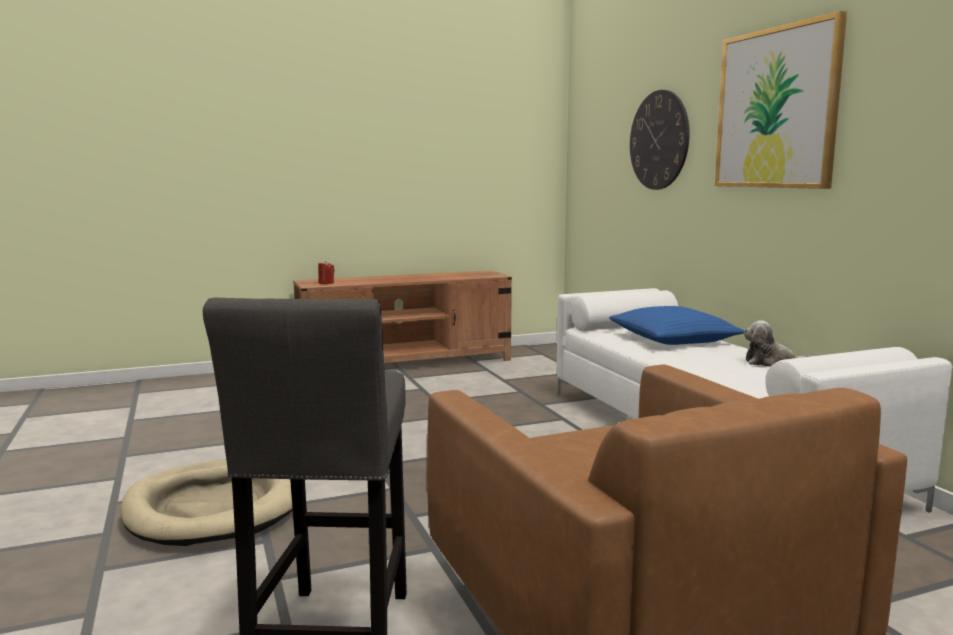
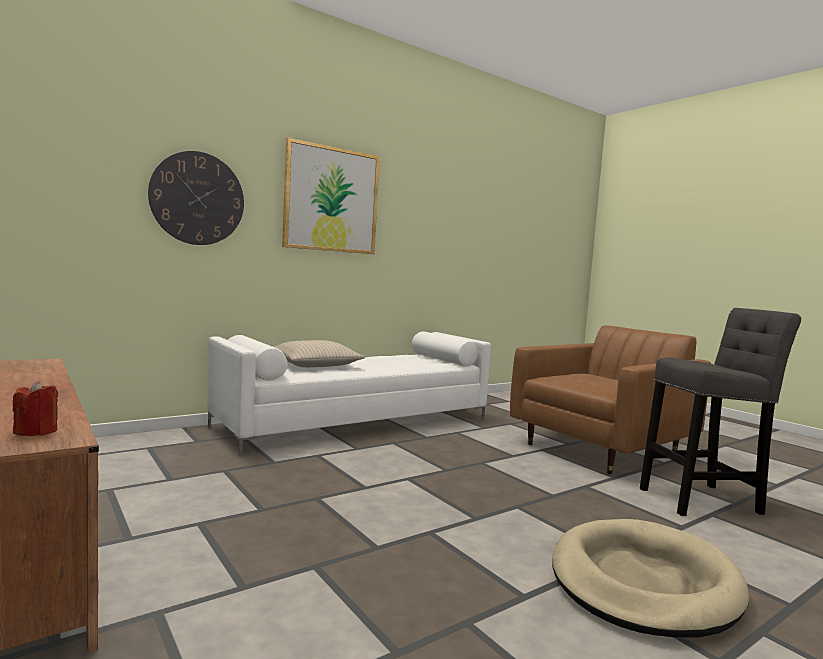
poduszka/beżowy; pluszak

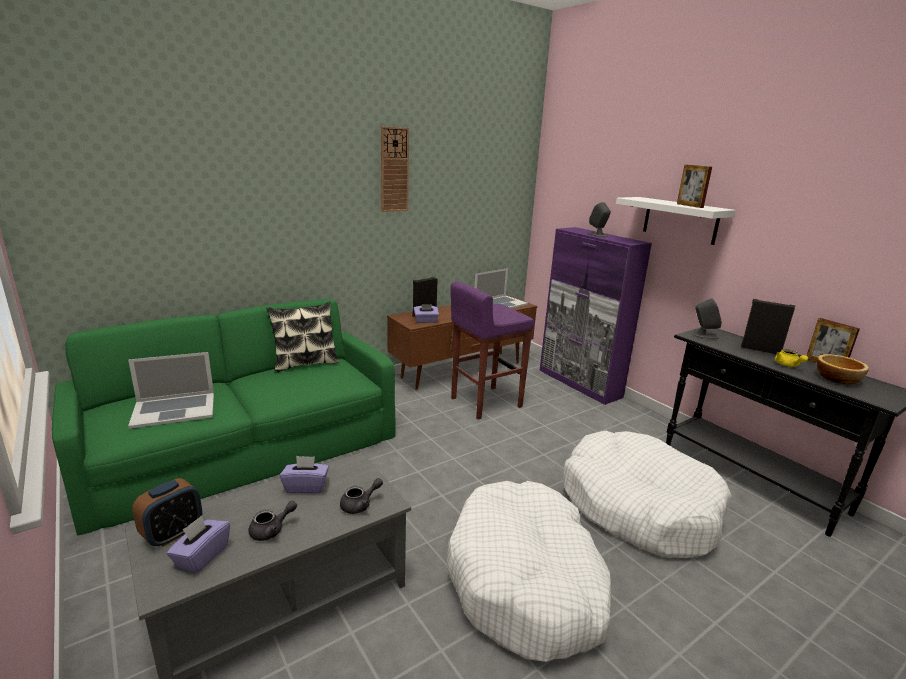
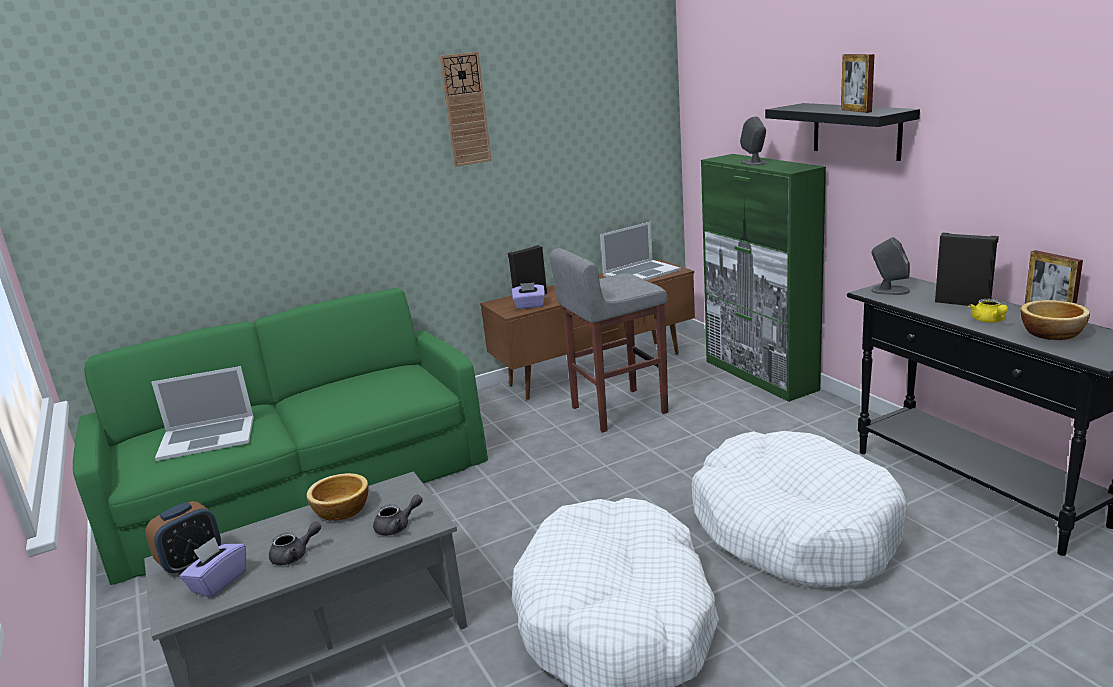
półka/czarny; szafka/zielony; stołek/szary; poduszka; miska (no. 1 from left)

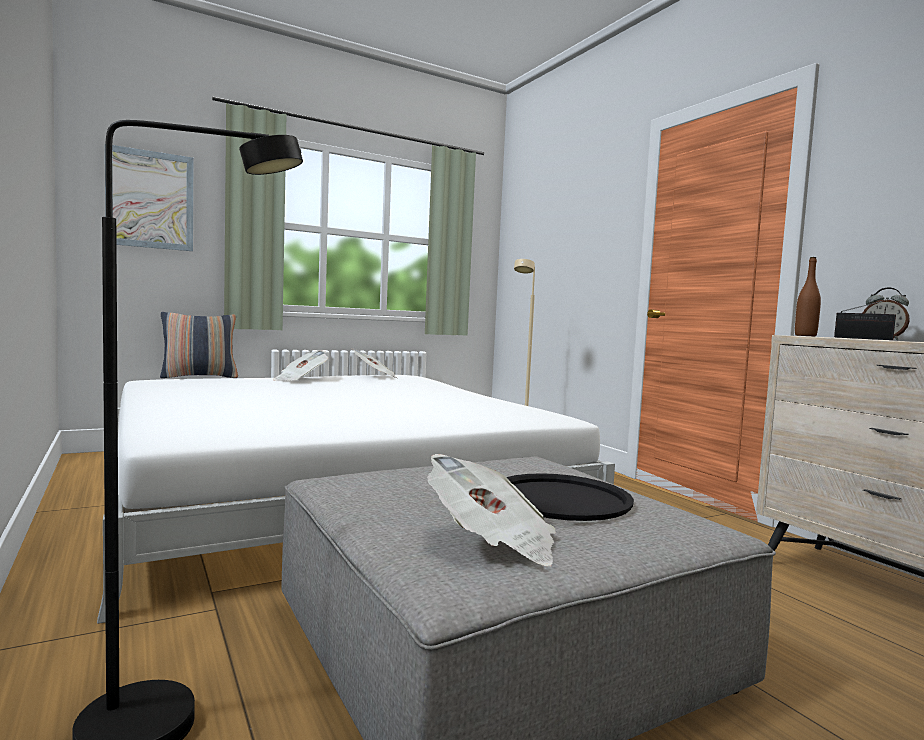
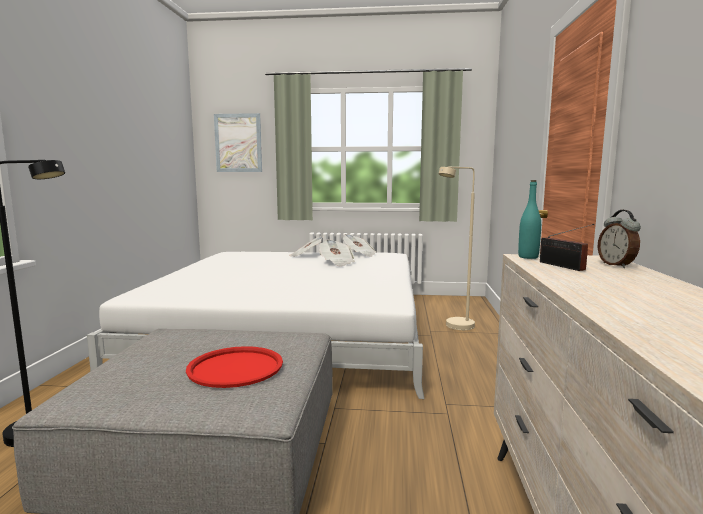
butelka/turkusowy; poduszka; gazeta (no. 2 from left); taca/czerwony

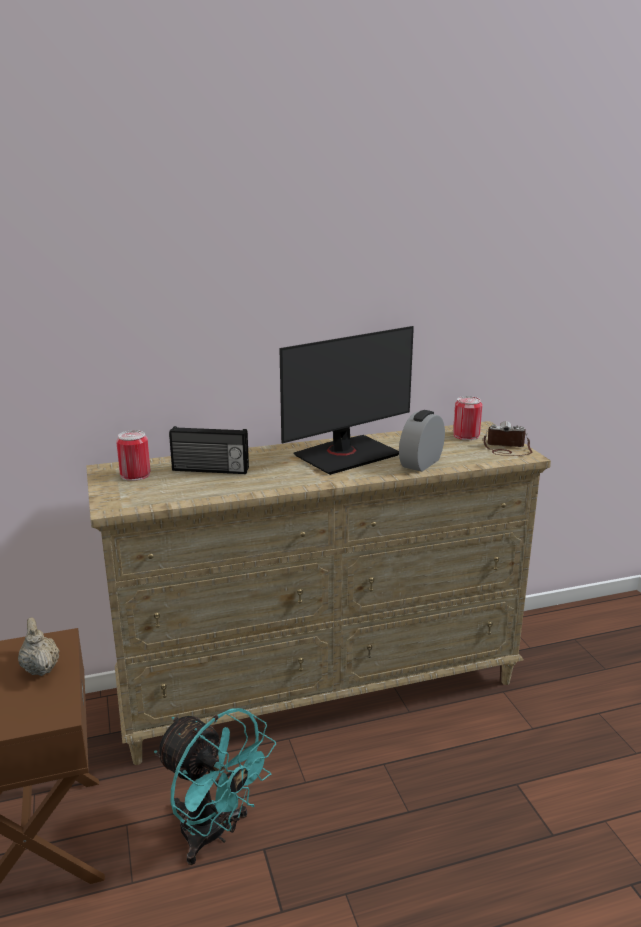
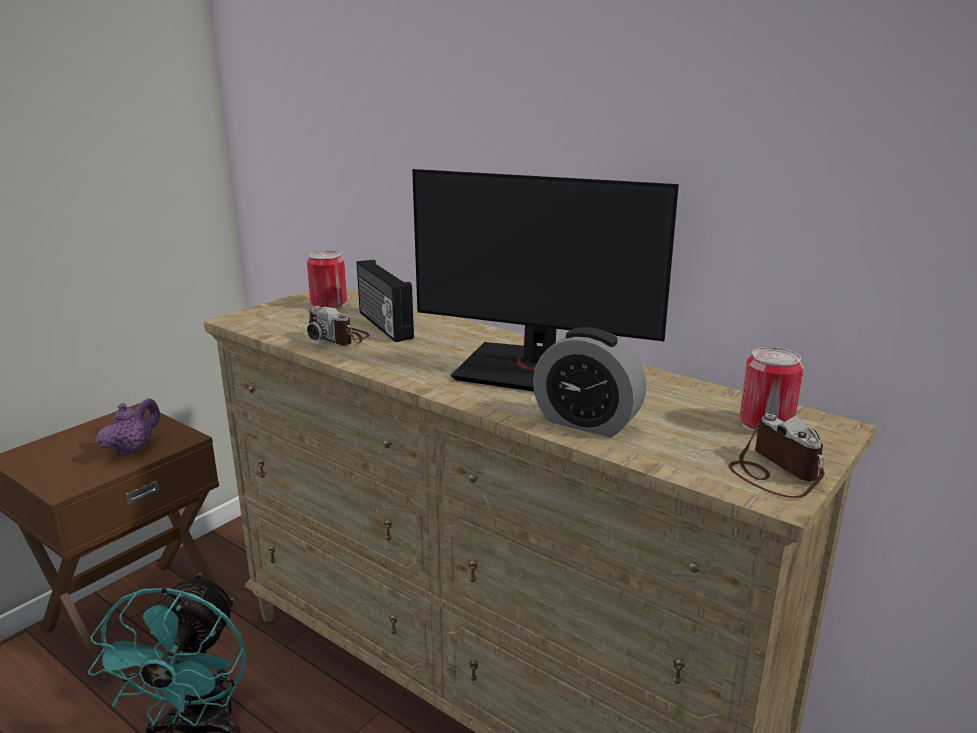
budzik; imbryk/fioletowy; aparat fotograficzny (no. 1 from left)

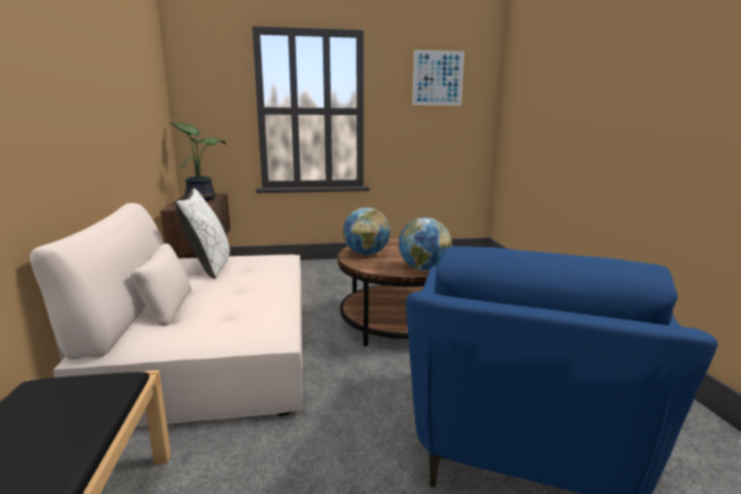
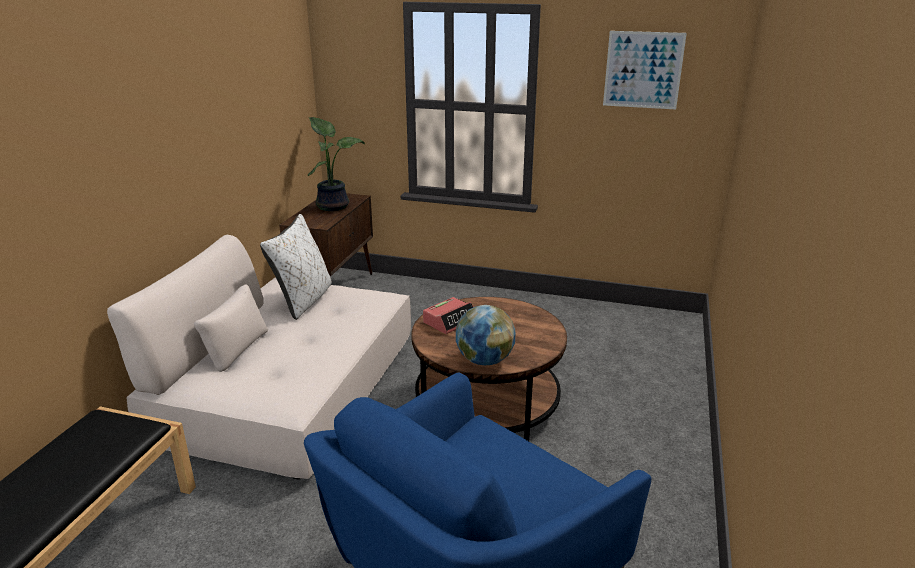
budzik

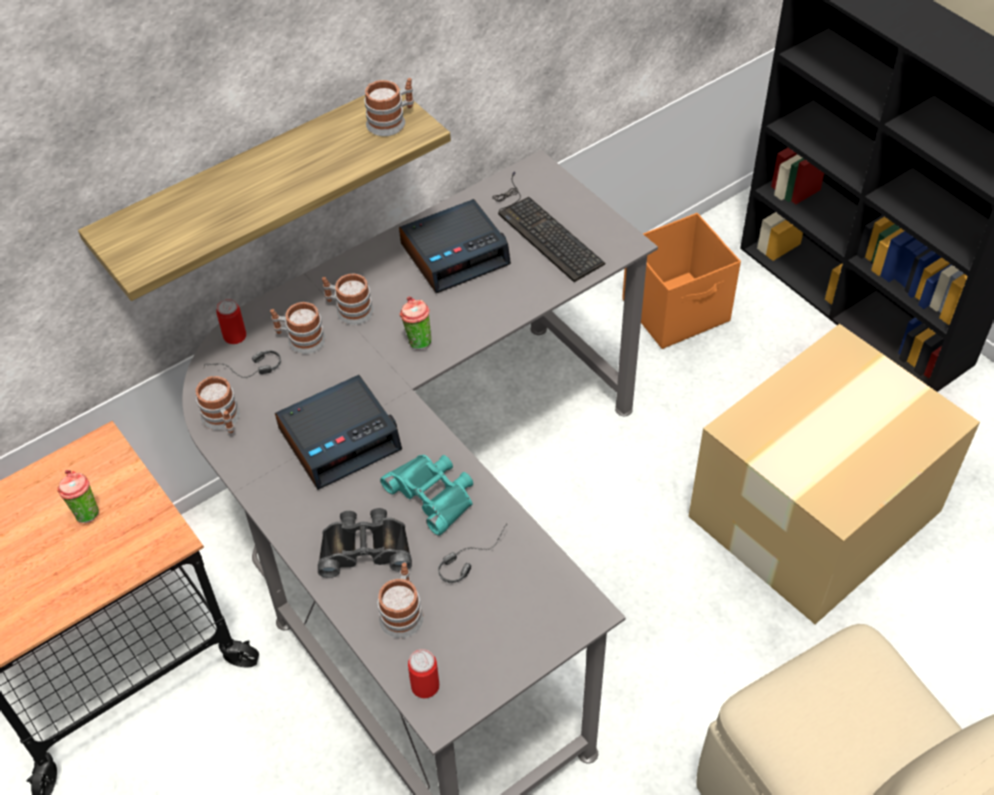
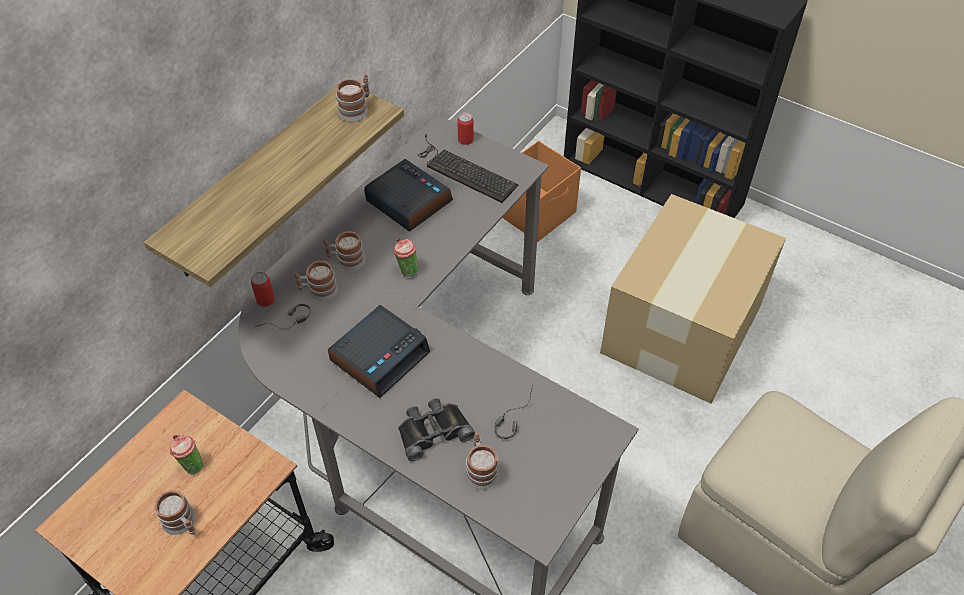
budzik (no. 2 from left); kubek (no. 1 from left); lornetka/turkusowy; puszka (no. 2 from left)

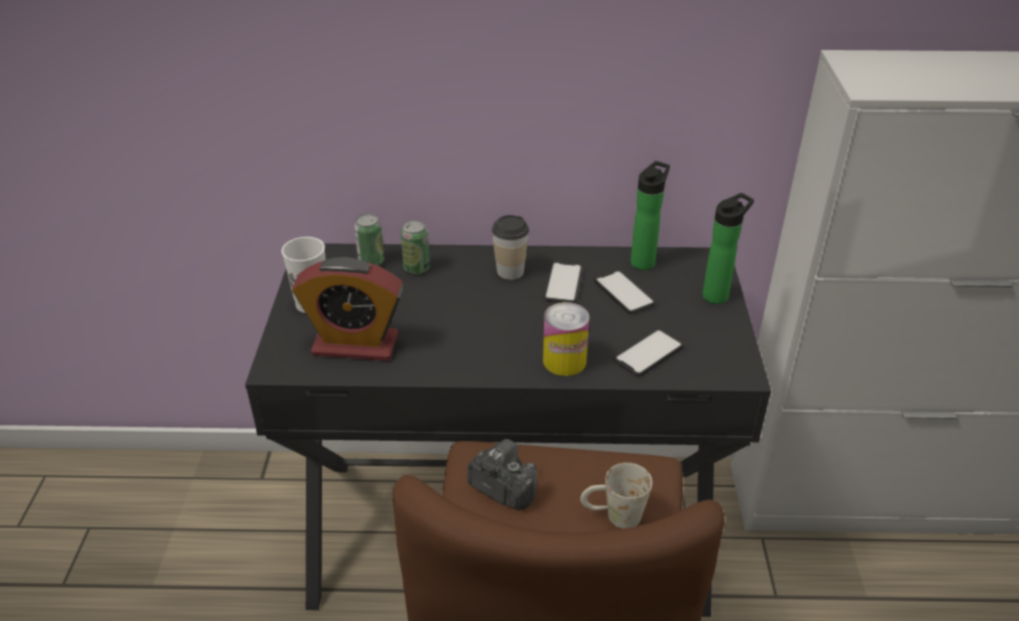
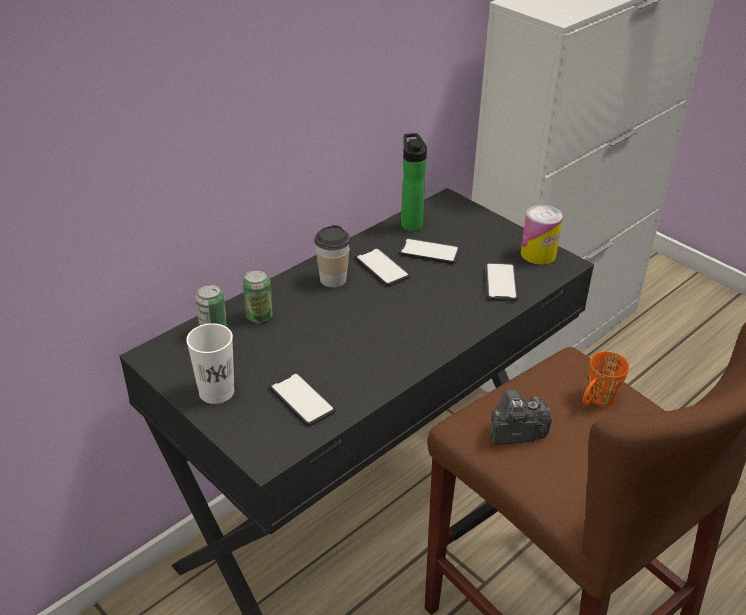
butelka (no. 2 from left in the first image); telefon (no. 1 from left); puszka (no. 3 from left); kubek/pomarańczowy

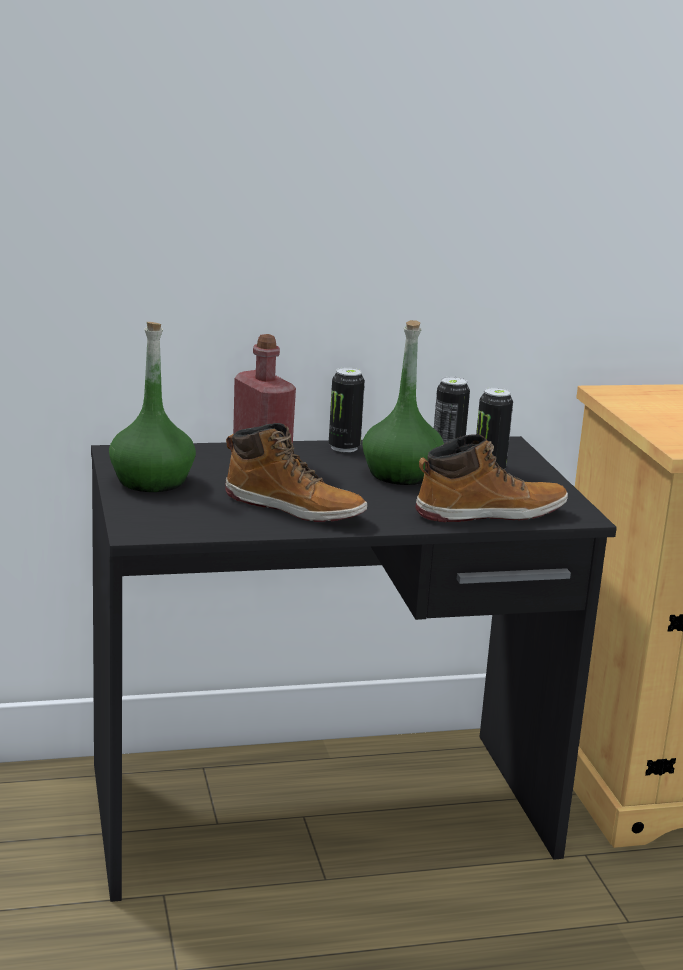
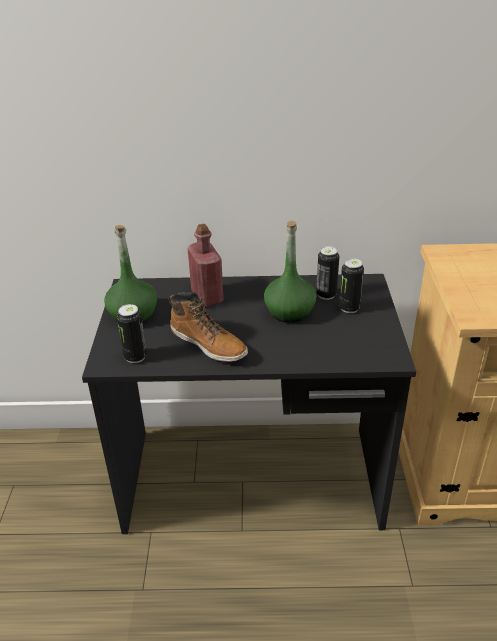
puszka (no. 1 from left); but z cholewką (no. 2 from left in the first image)

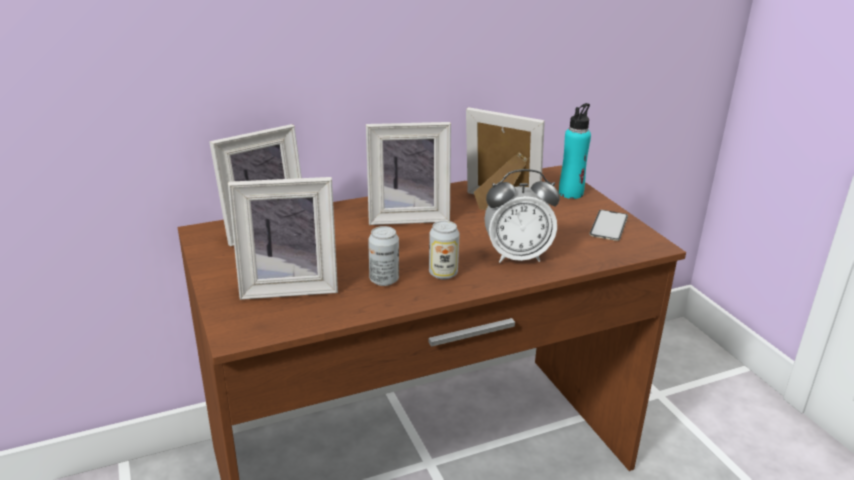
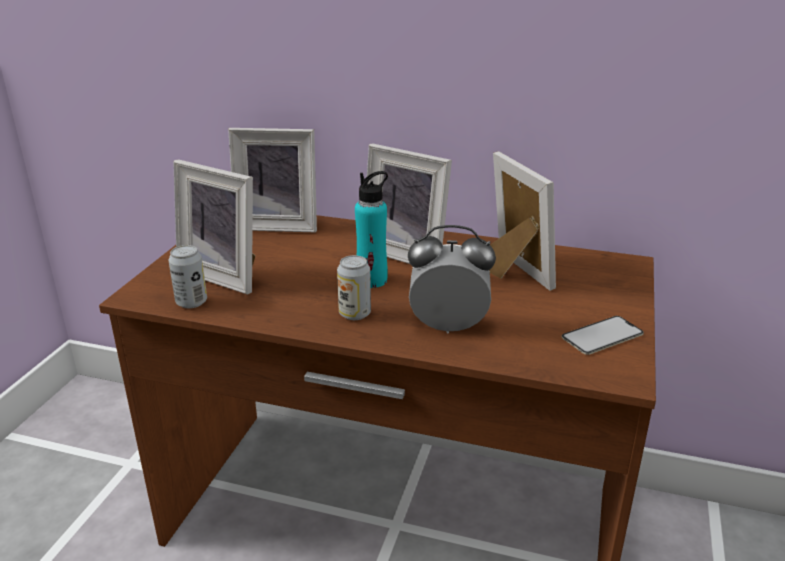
butelka/turkusowy; budzik; puszka (no. 1 from left)

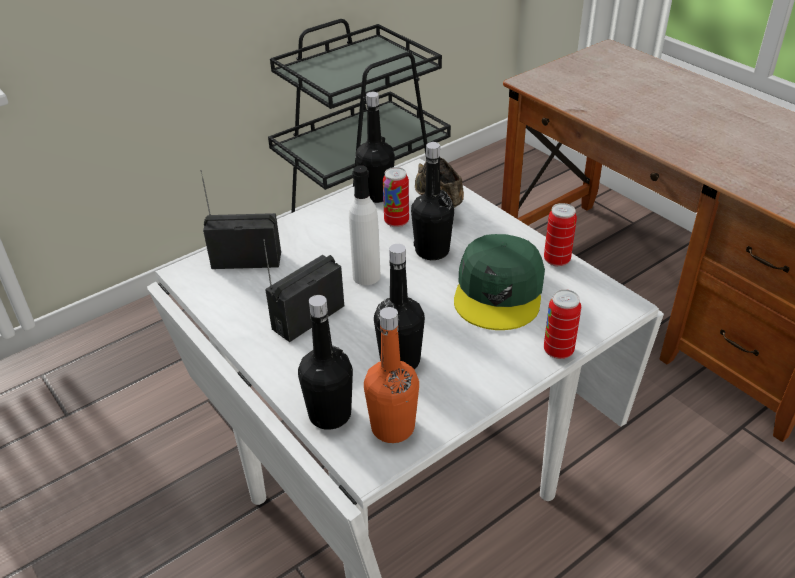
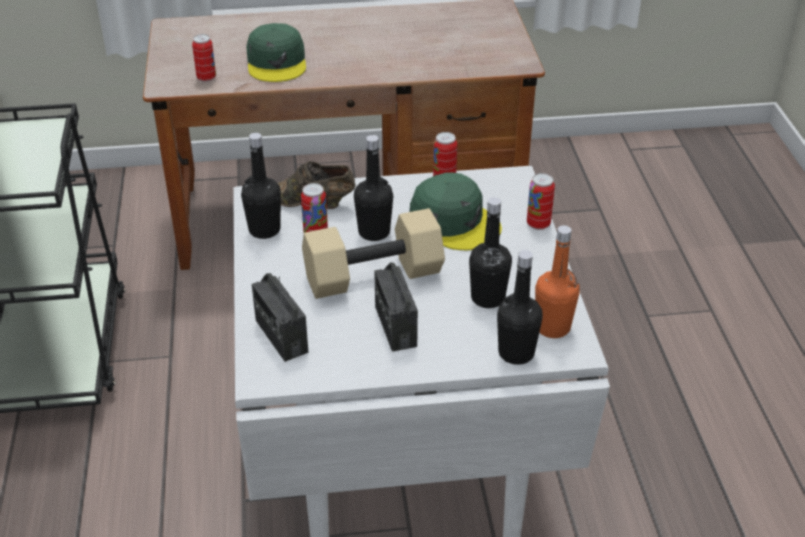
hantel/beżowy; radio (no. 1 from left); czapka z daszkiem/zielony (no. 1 from left); puszka (no. 1 from left)

